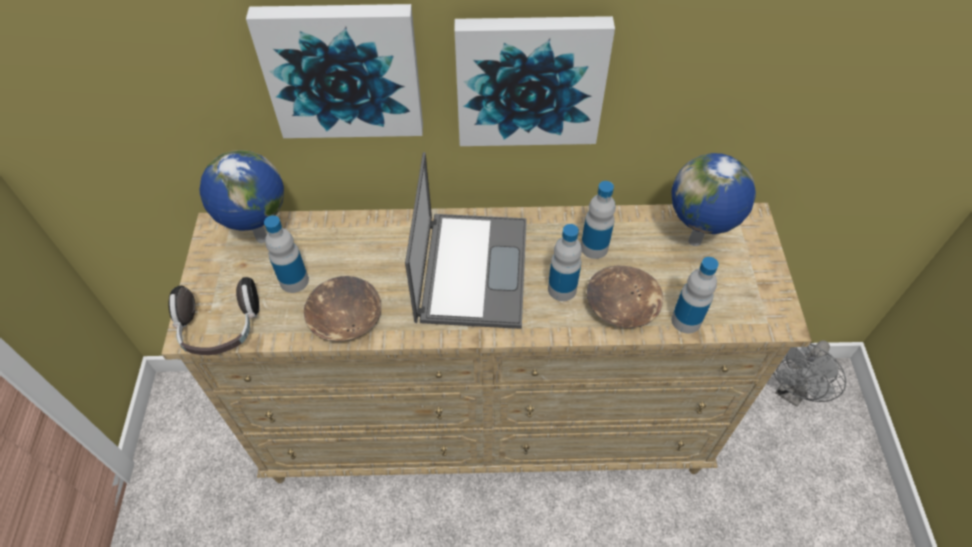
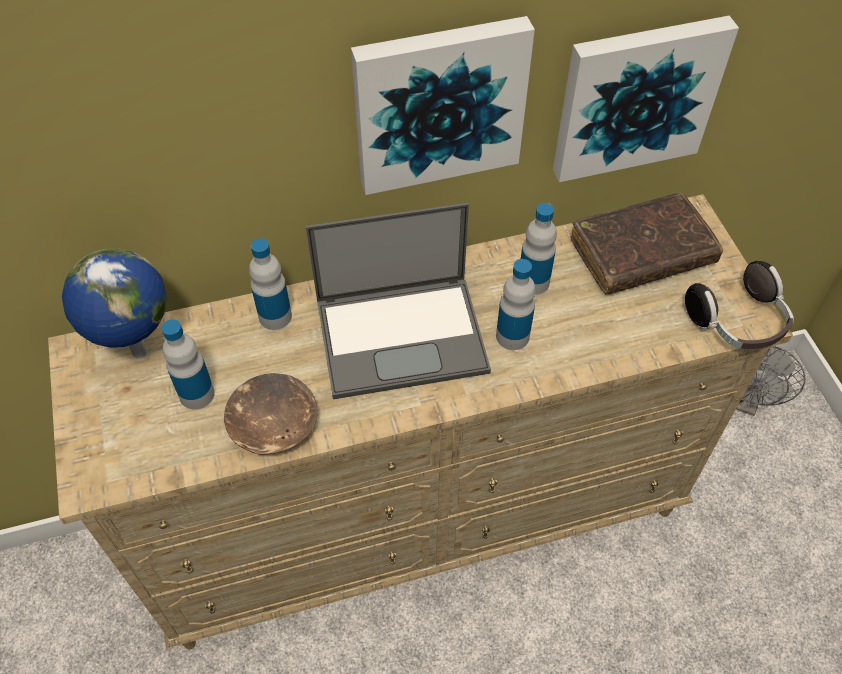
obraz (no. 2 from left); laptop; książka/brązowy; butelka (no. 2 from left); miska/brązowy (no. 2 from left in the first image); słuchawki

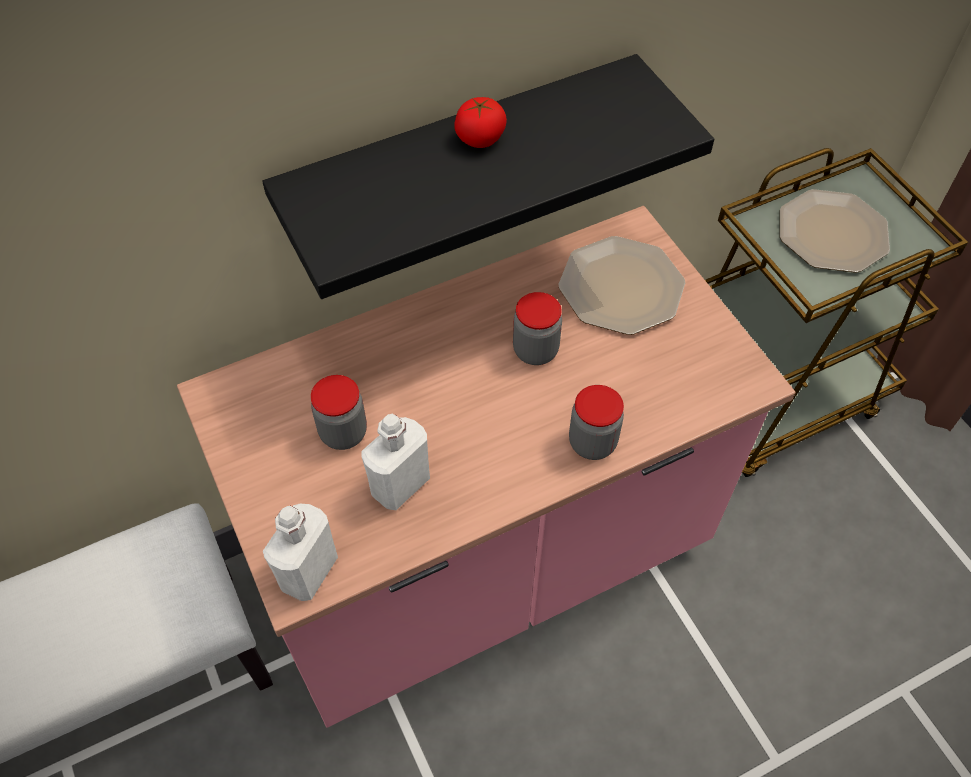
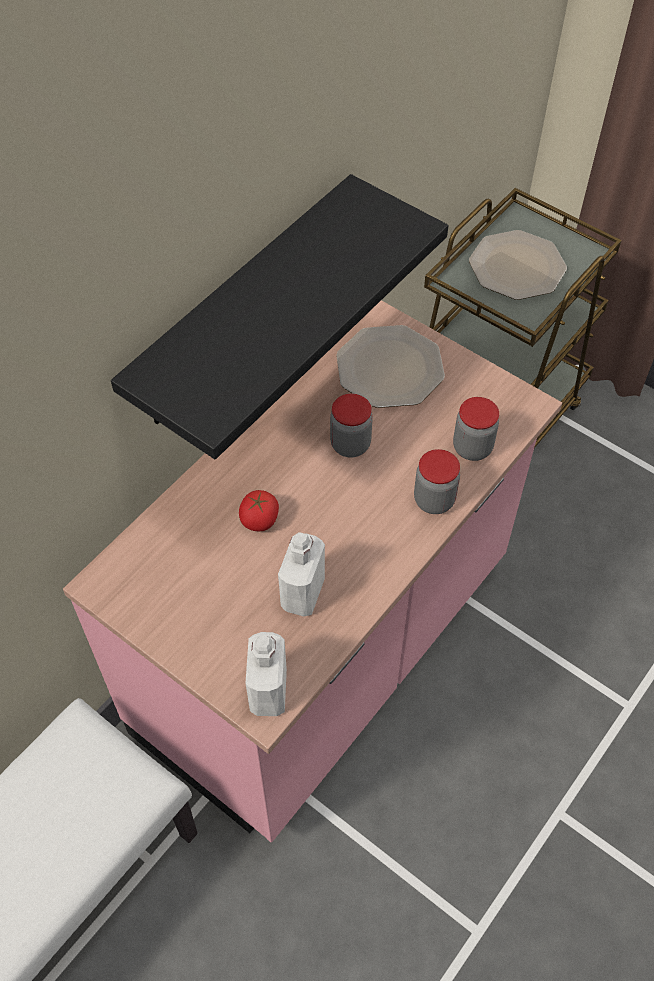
pomidor; słoik (no. 3 from left)

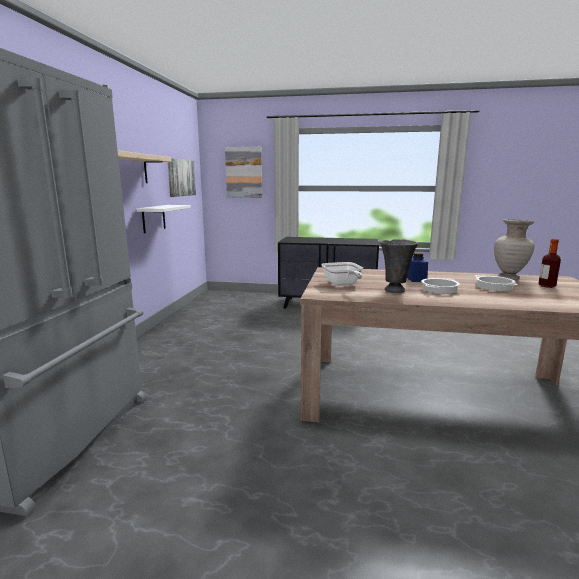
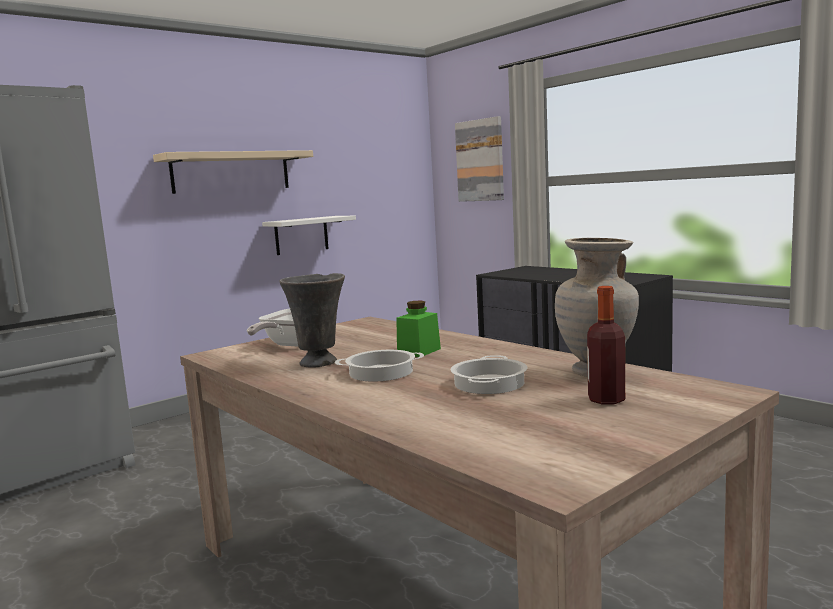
obraz (no. 1 from left in the first image); słoik/zielony

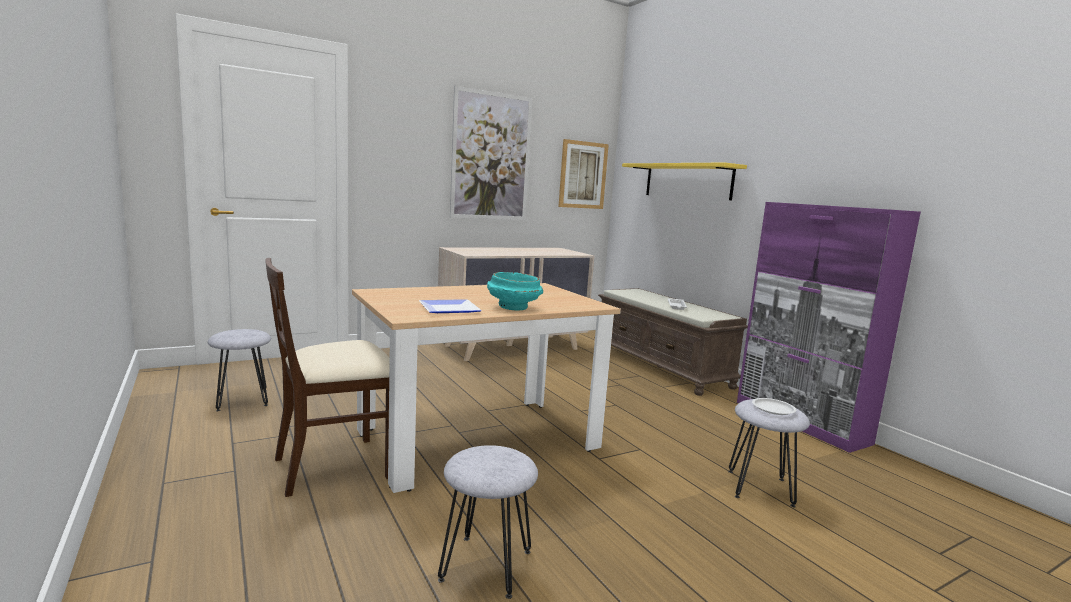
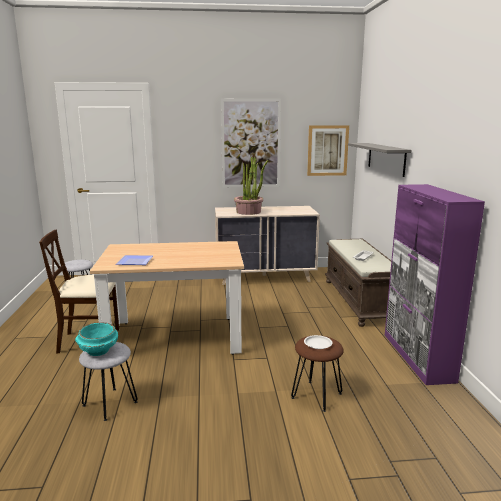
półka/szary; miska/turkusowy; stołek/brązowy; roślina doniczkowa

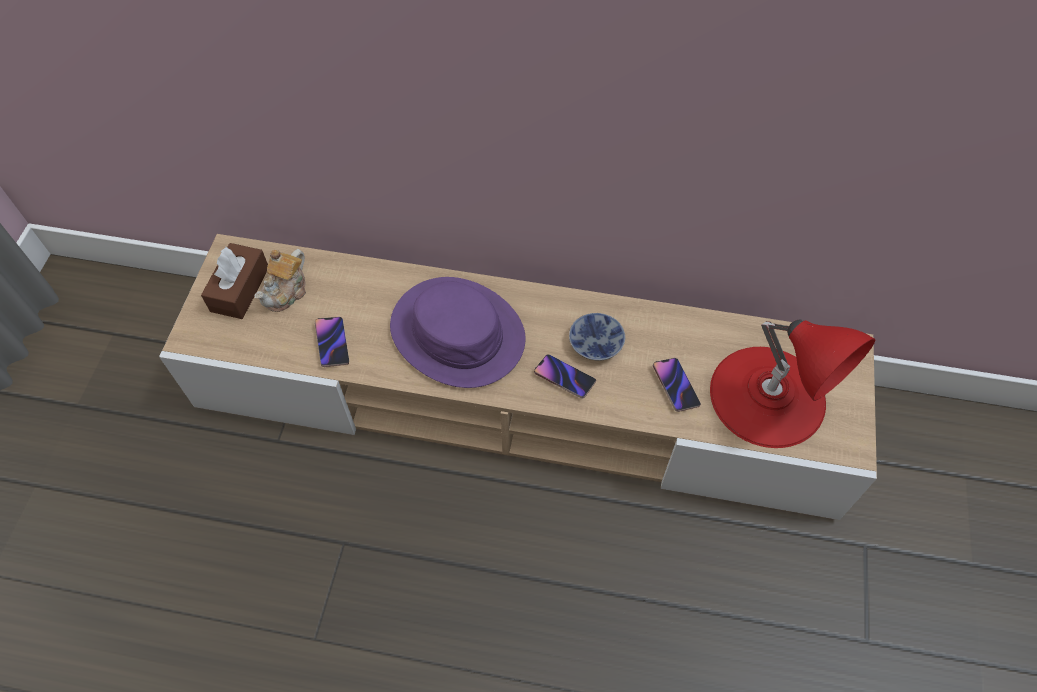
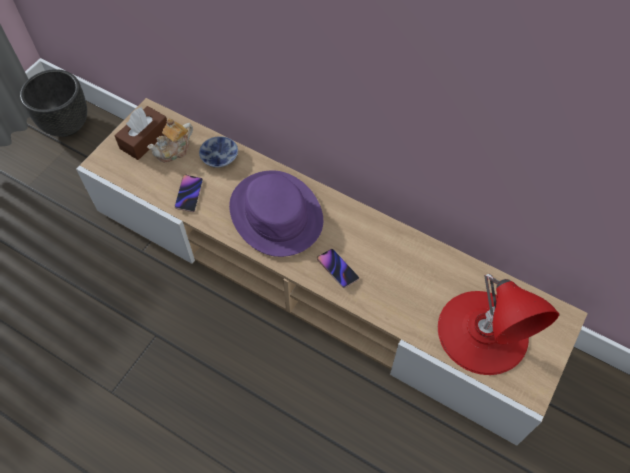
miska; telefon (no. 3 from left in the first image); donica/czarny

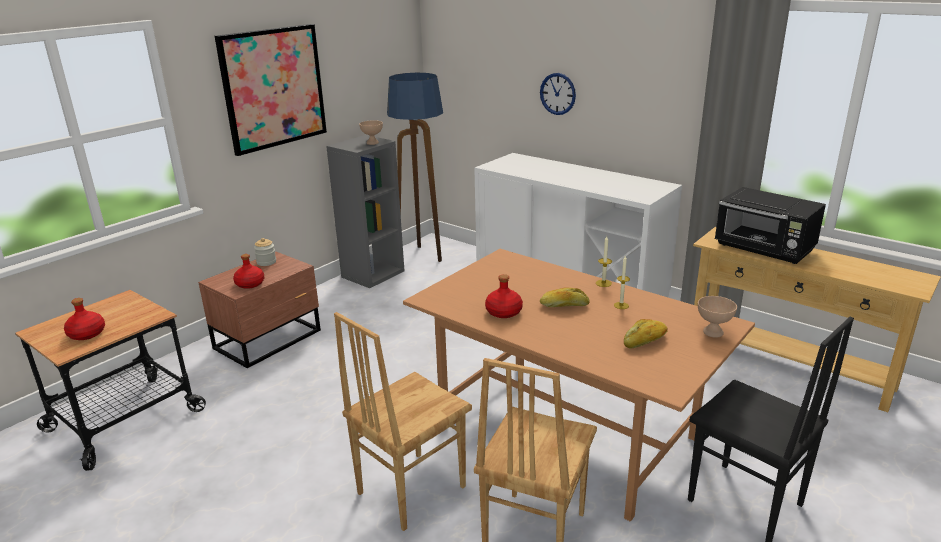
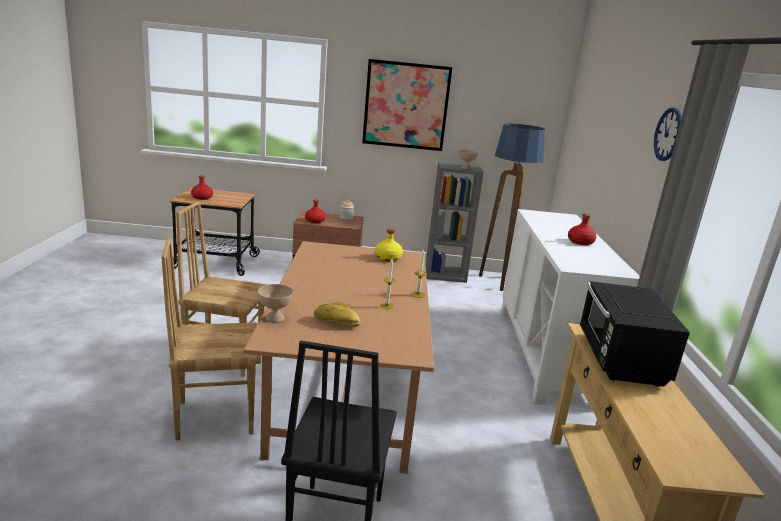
zegar ścienny; butelka/czerwony (no. 3 from left); chleb (no. 1 from left in the first image); miska/beżowy (no. 1 from left); butelka/żółty

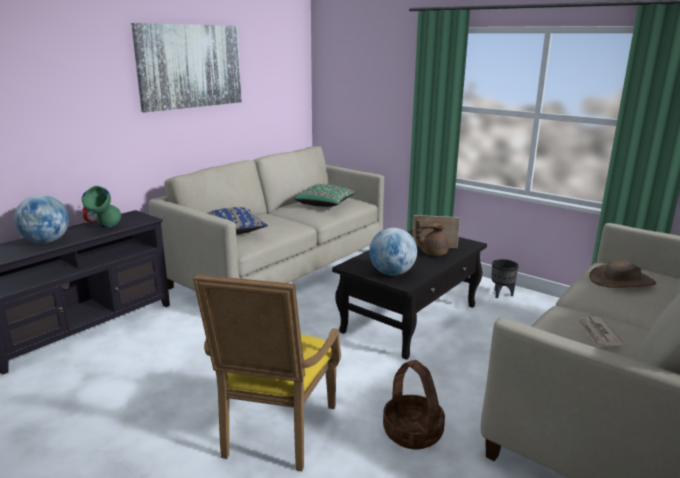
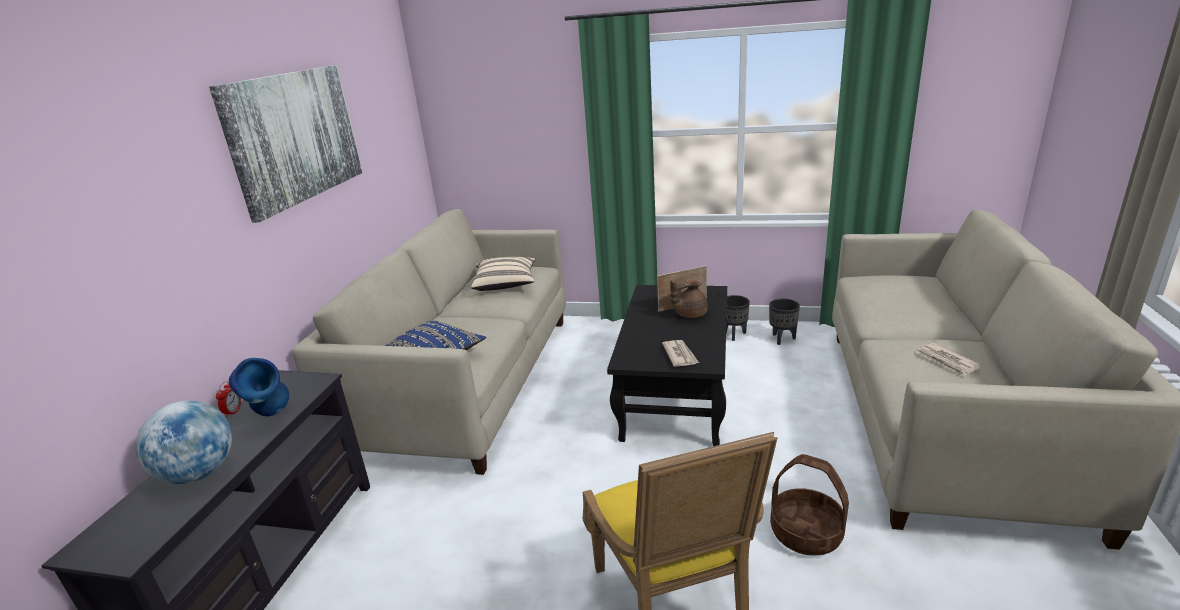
poduszka/beżowy; wazon/niebieski; gazeta (no. 1 from left); kapelusz/brązowy; donica/czarny (no. 2 from left)

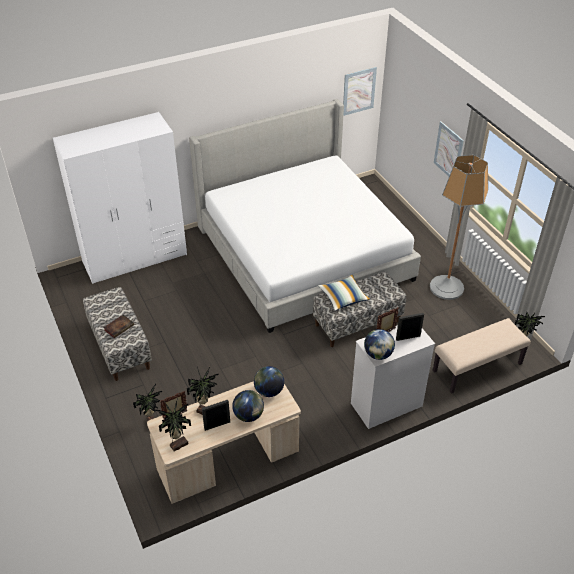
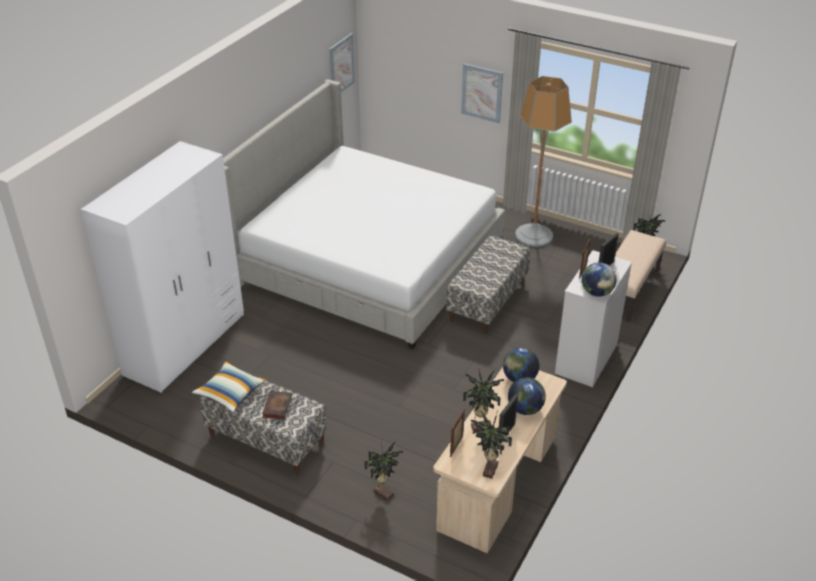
poduszka

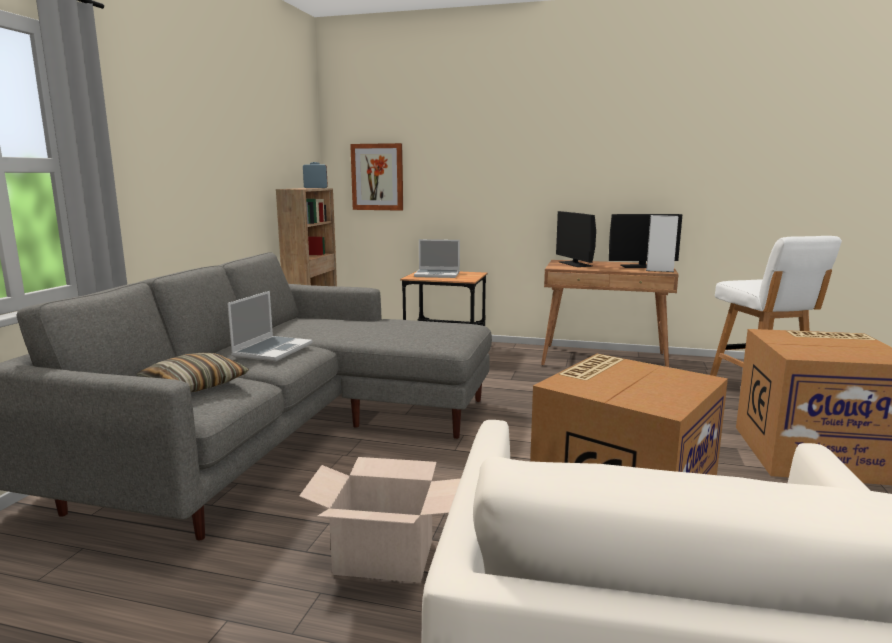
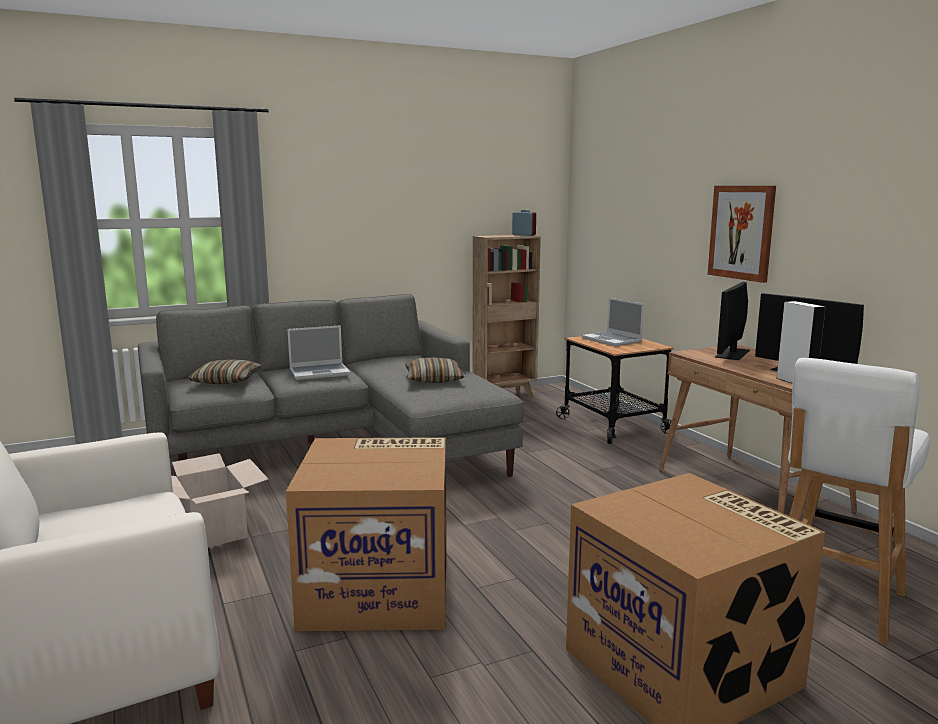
obraz; poduszka (no. 2 from left)

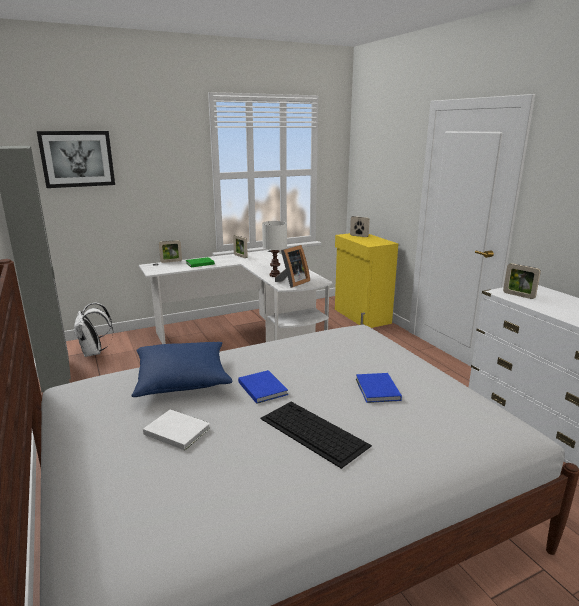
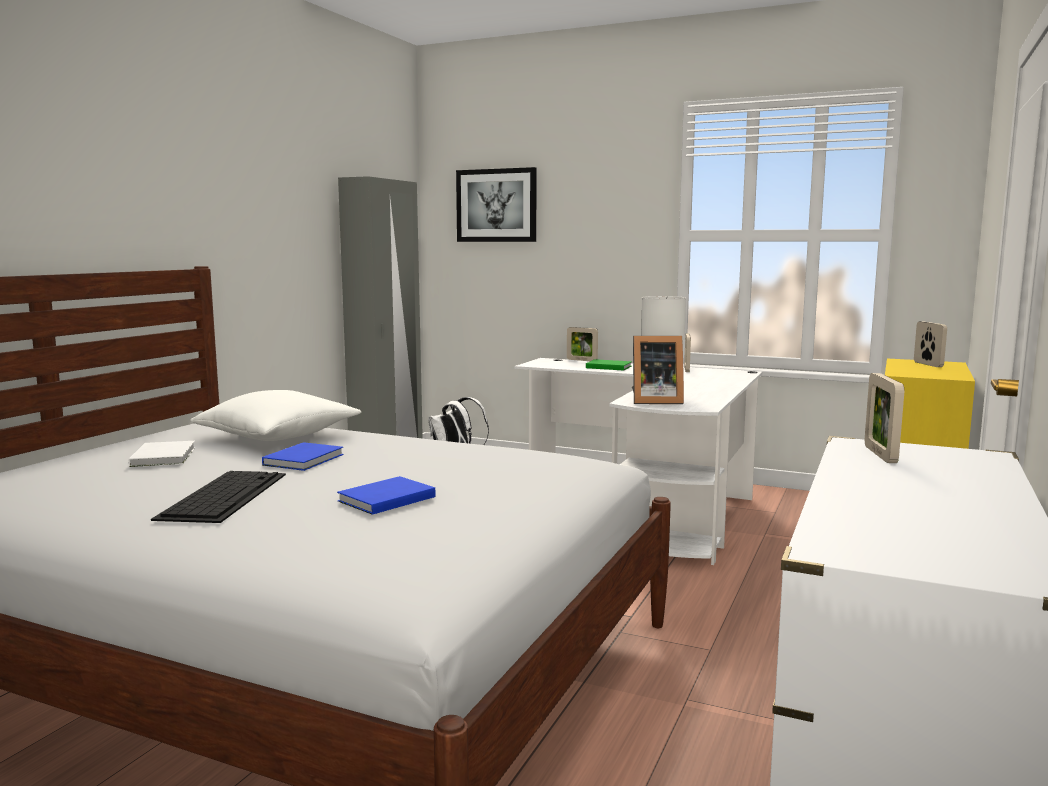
poduszka/biały

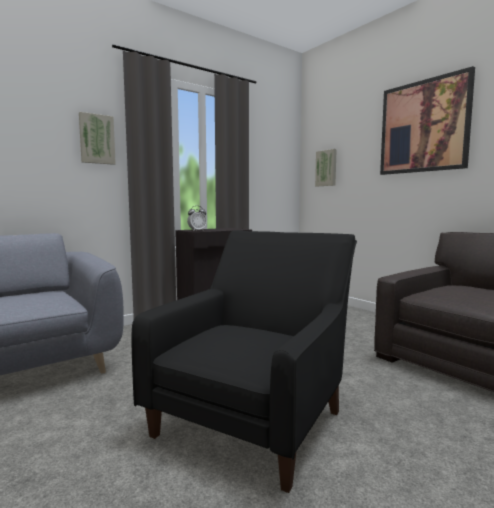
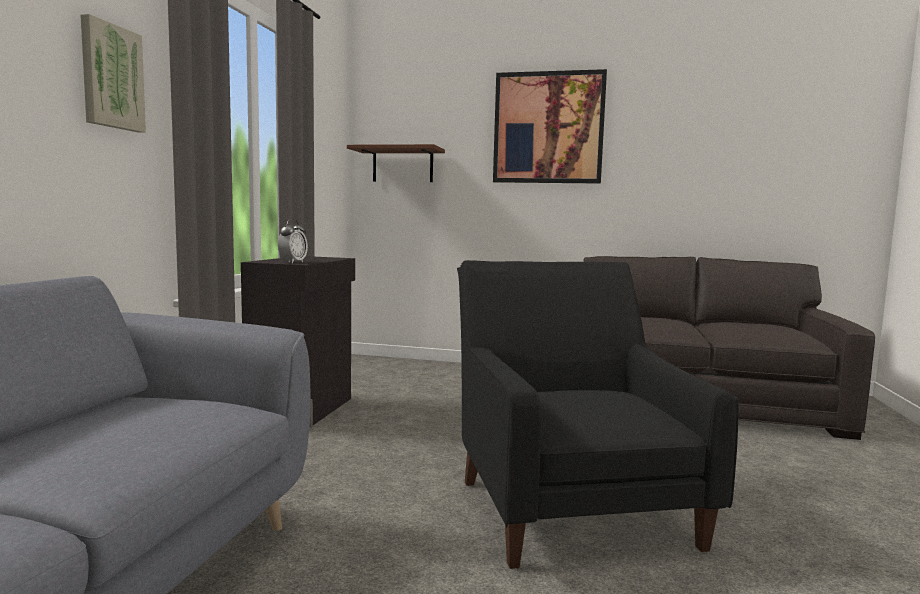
półka/brązowy

